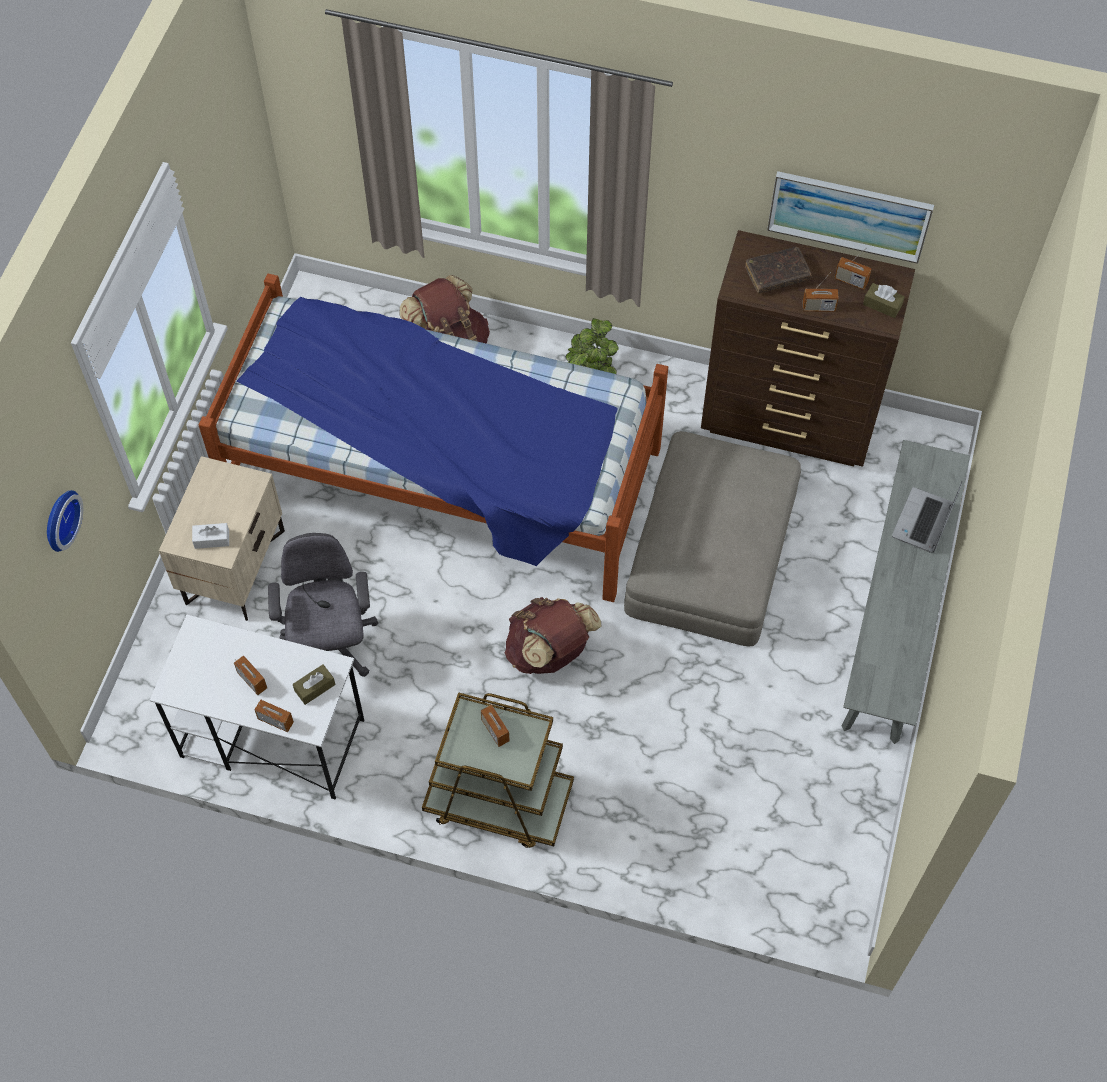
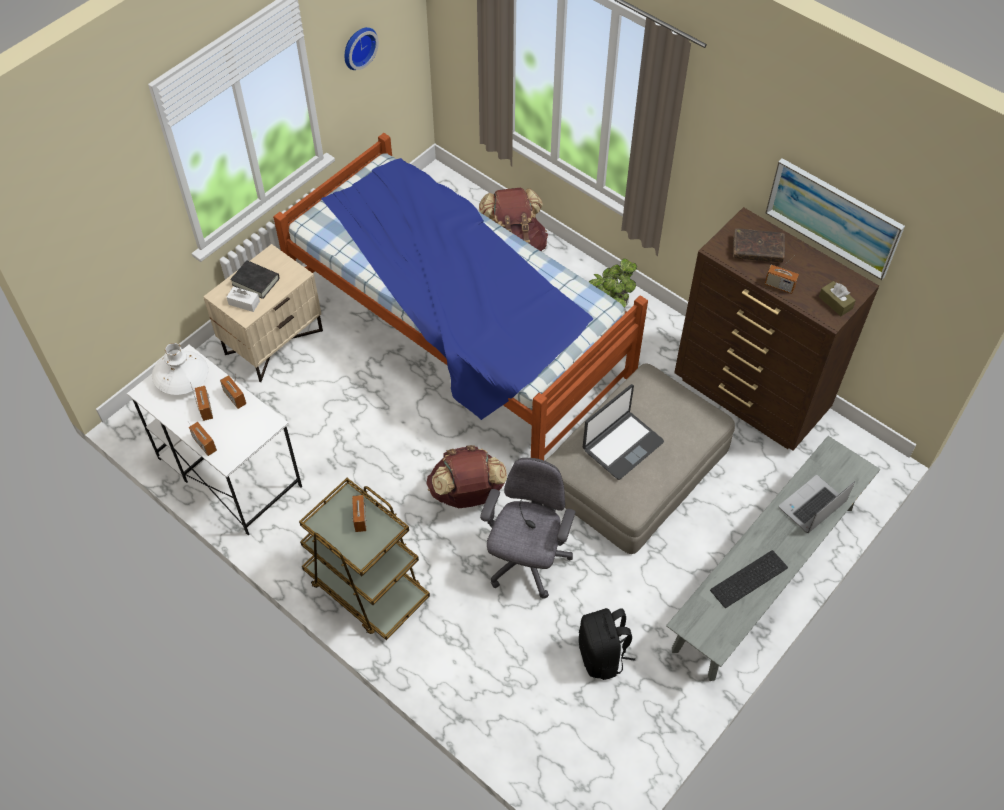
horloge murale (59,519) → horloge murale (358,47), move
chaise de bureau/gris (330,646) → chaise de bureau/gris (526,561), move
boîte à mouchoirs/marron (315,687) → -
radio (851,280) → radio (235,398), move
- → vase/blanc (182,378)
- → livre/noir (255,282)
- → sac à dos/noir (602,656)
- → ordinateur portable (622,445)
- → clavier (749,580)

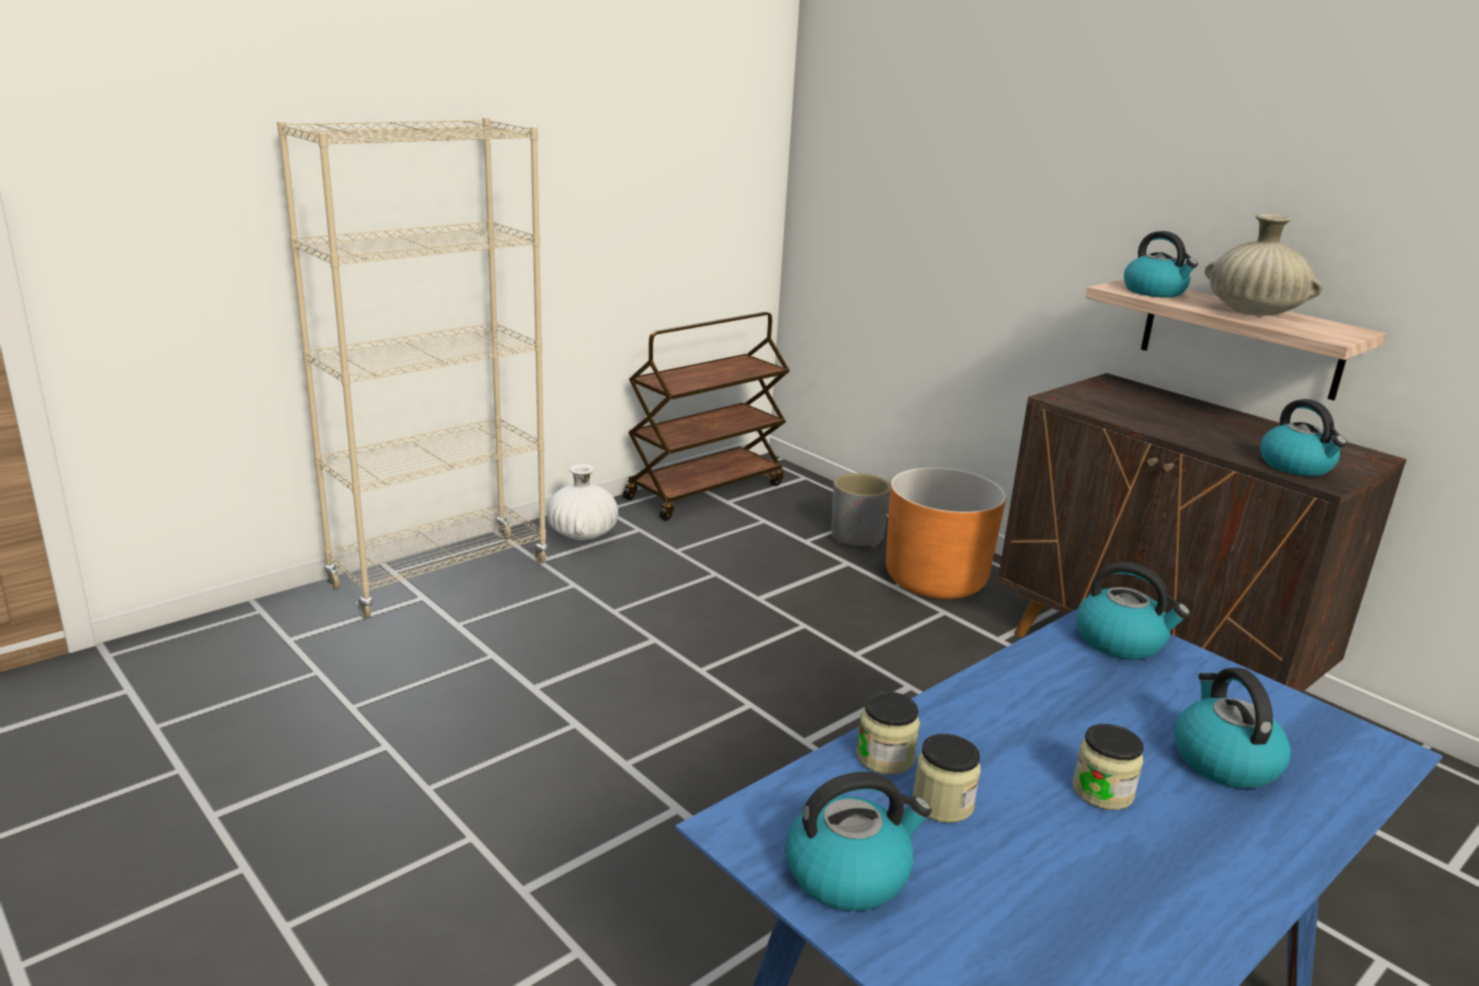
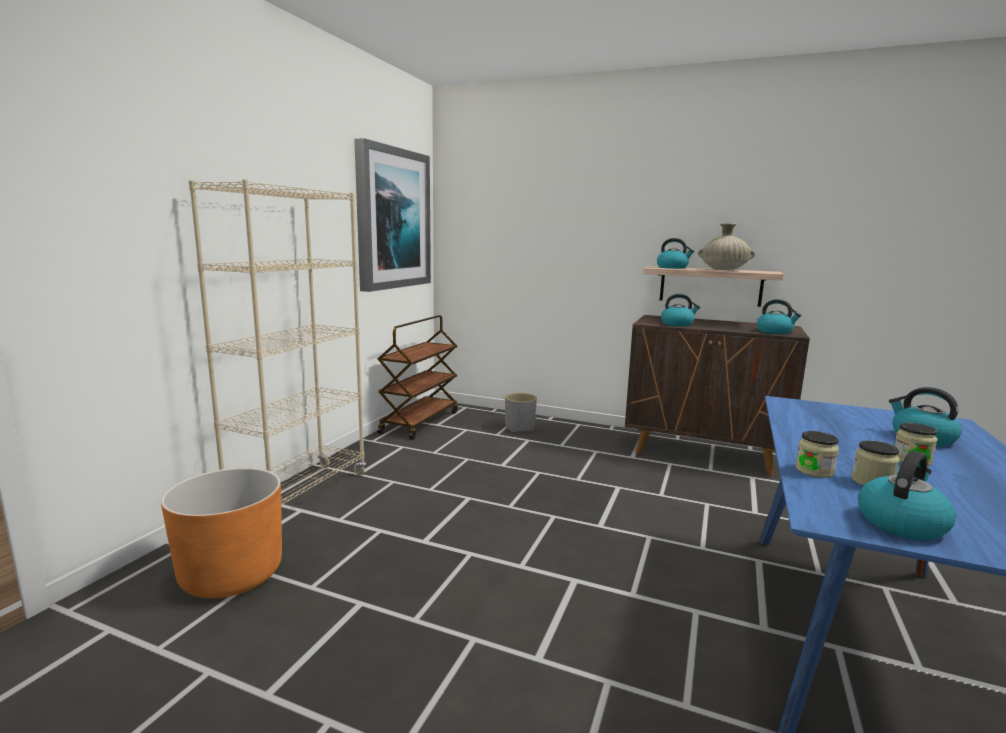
vase/blanc (582,534) → -
cache-pot/orange (935,580) → cache-pot/orange (231,574), move
bouilloire (1121,641) → bouilloire (677,324), move
- → tableau (392,219)

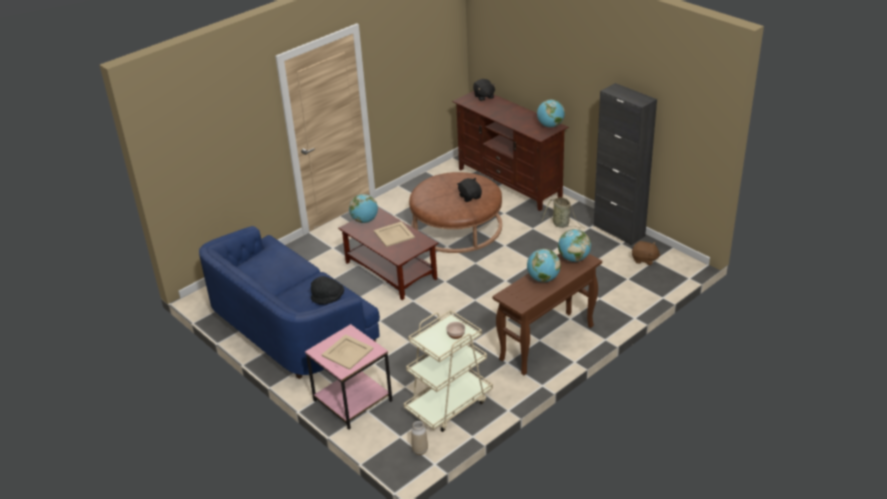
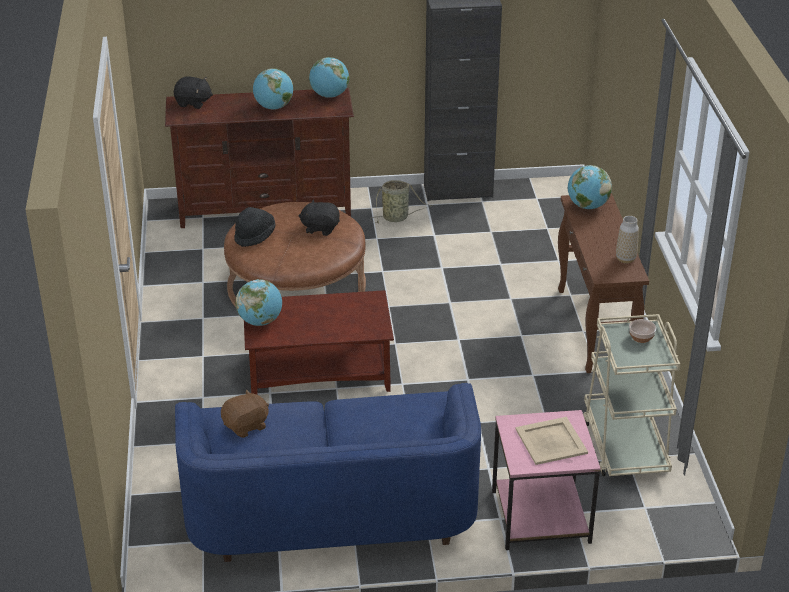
chapeau/noir (328,298) → chapeau/noir (255,236), move
plateau/beige (393,234) → -
vase (420,450) → vase (625,259), move
globe (543,279) → globe (273,107), move
peluche/marron (644,260) → peluche/marron (246,426), move

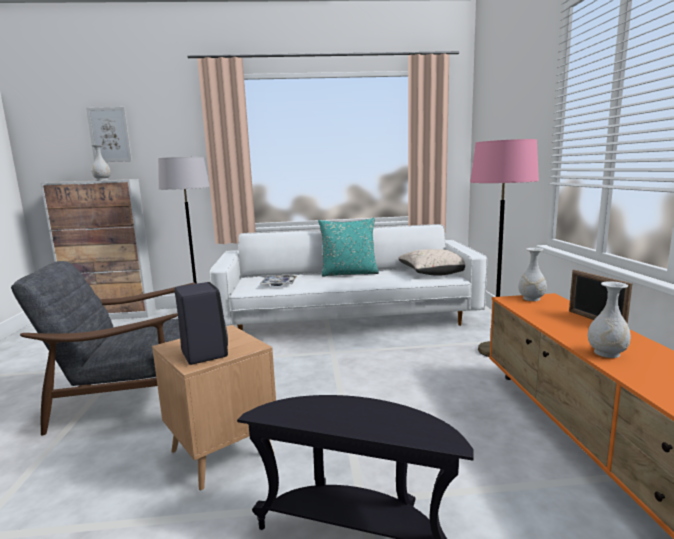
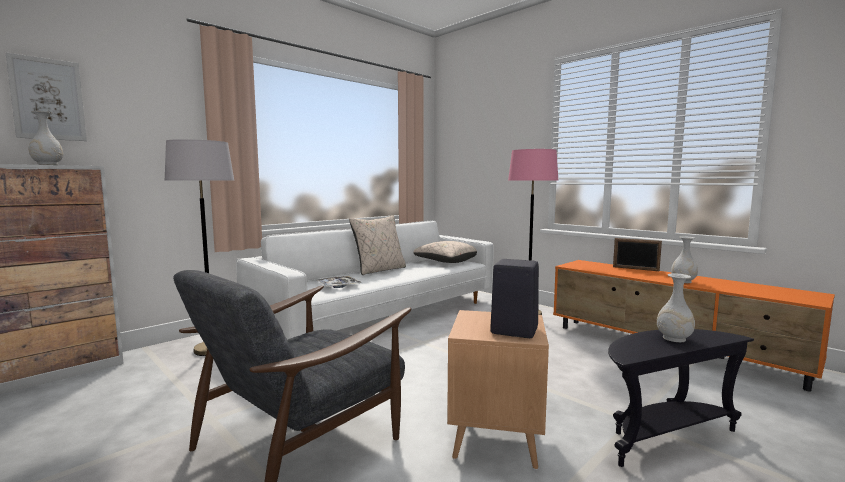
coussin/turquoise (349,273) → coussin/beige (379,270)
vase/blanc (531,298) → vase/blanc (673,338), move

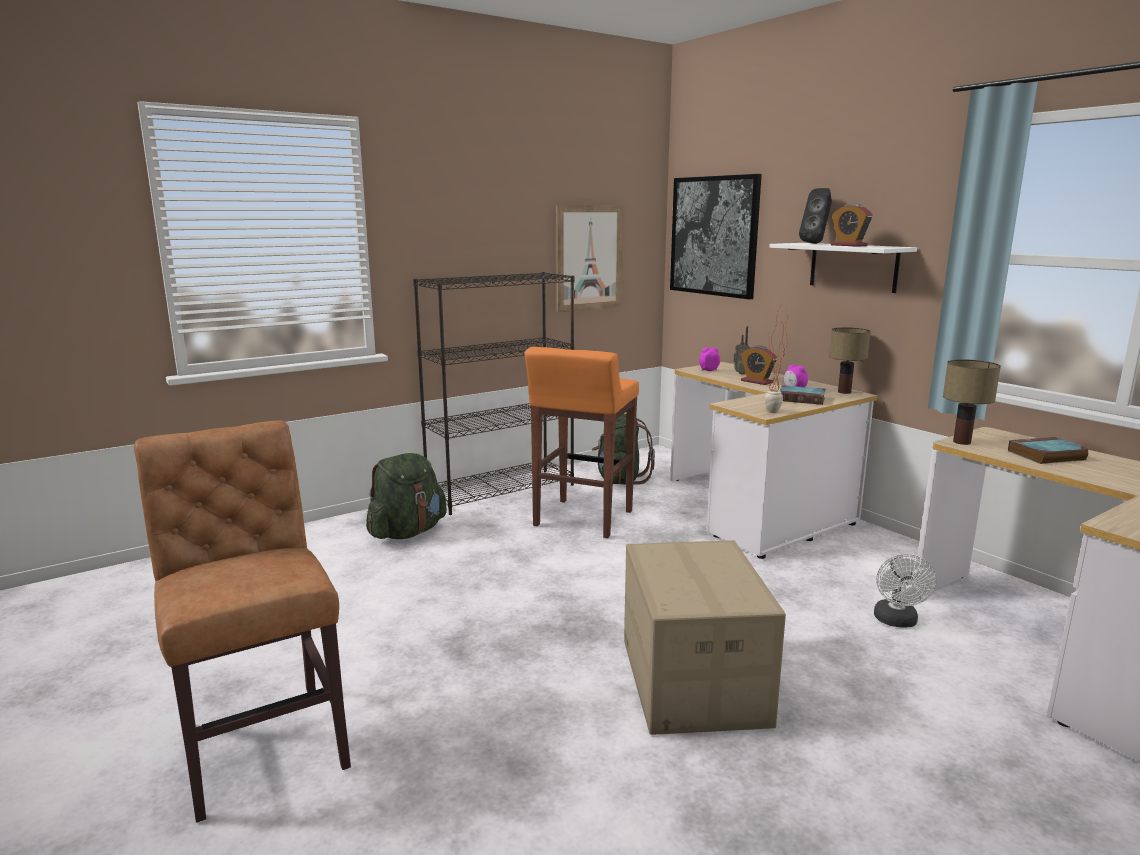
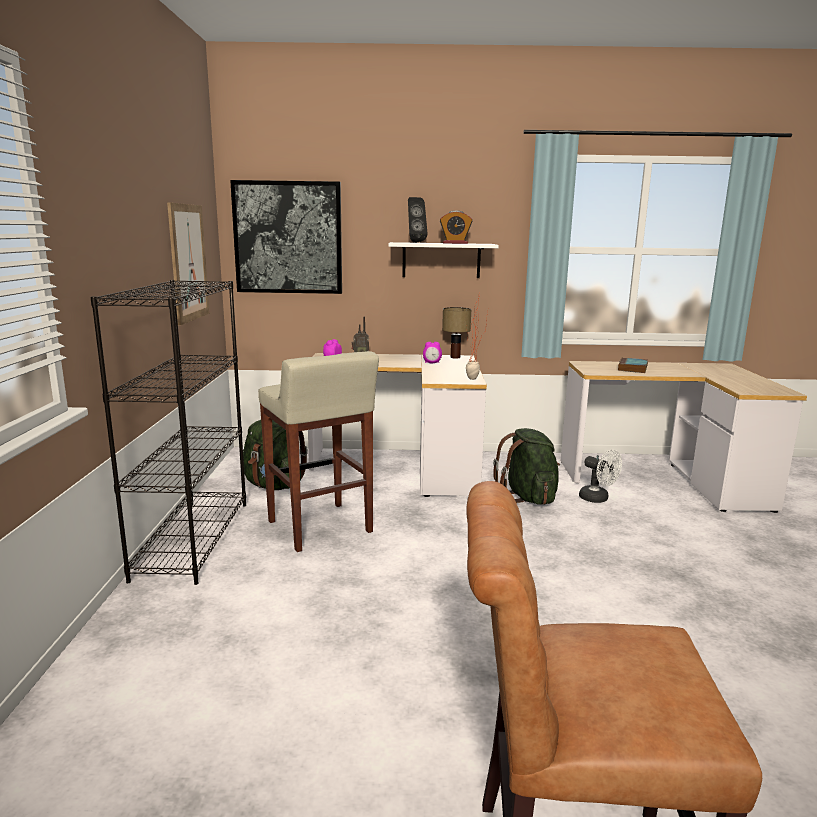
sac à dos/vert (407,532) → sac à dos/vert (528,497), move
tabouret/orange (582,519) → tabouret/beige (320,528)
carton (691,681) → -
réveil (756,381) → -
livre (802,399) → -
lampe de table (960,442) → -

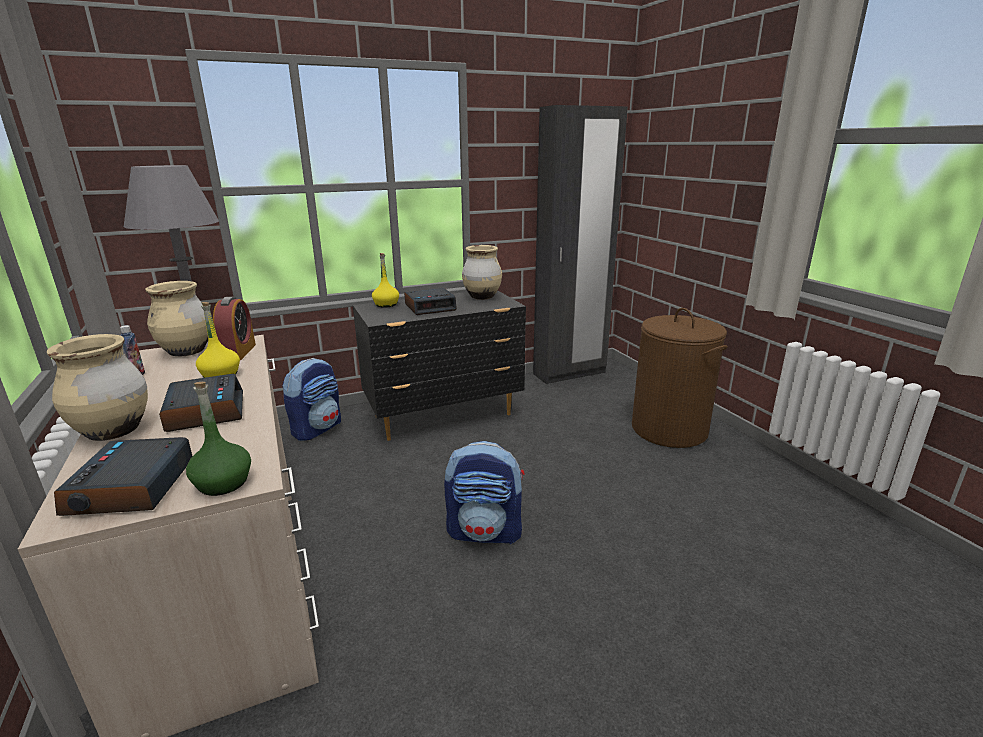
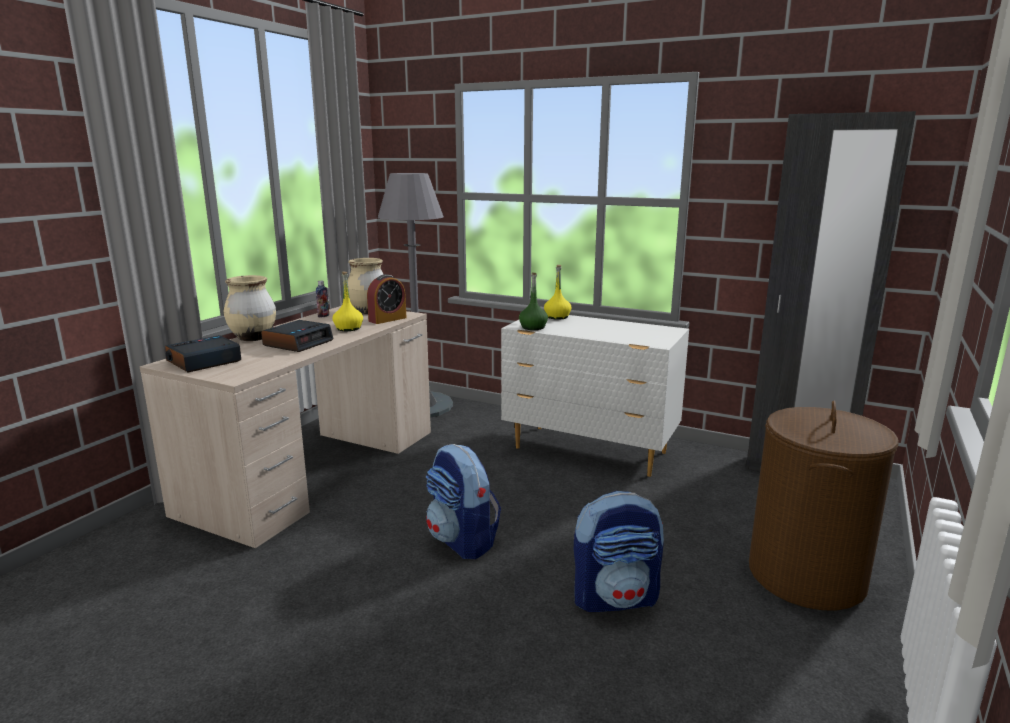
bouteille/vert (223,483) → bouteille/vert (533,327), move
sac à dos (317,428) → sac à dos (616,598), move
commode/noir (445,416) → commode/blanc (591,451)
réveil (430,307) → -
vase/beige (482,297) → -

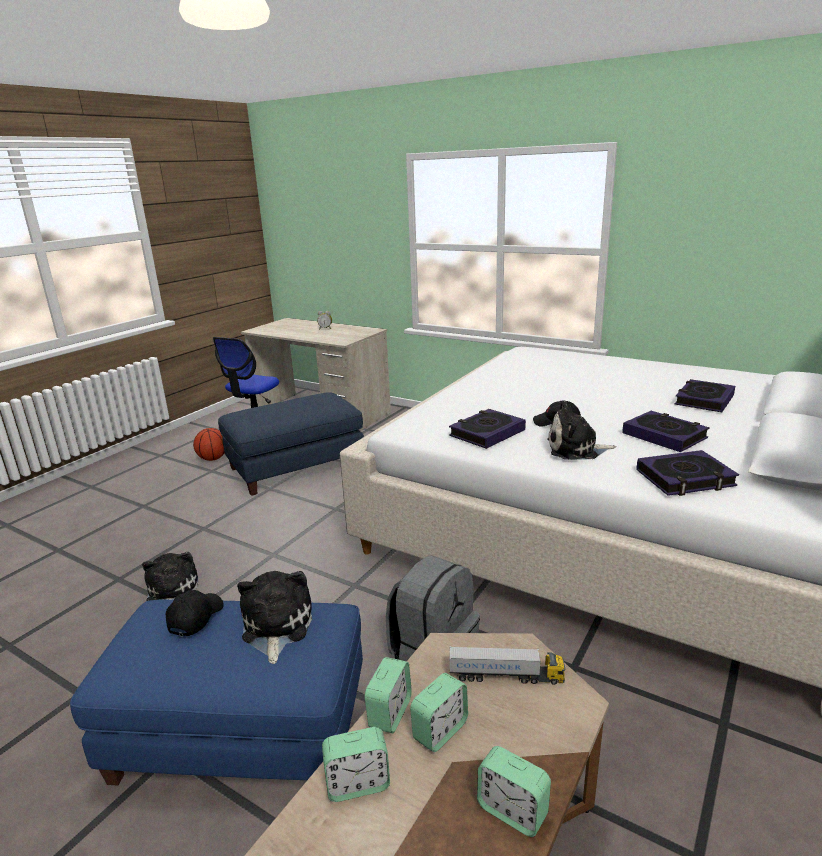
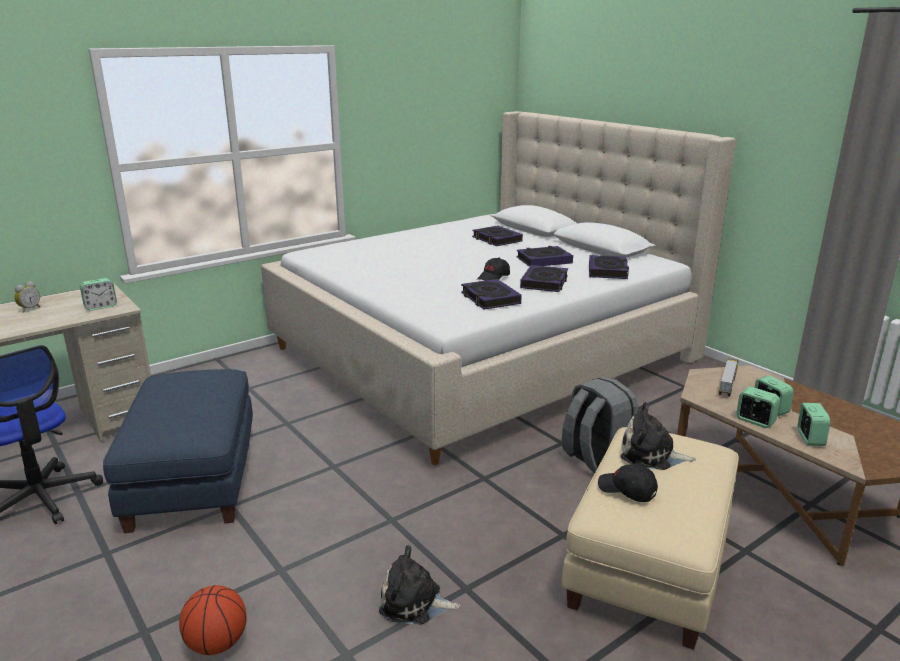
pouf/bleu (241,731) → pouf/beige (649,564)
ballon de basket (213,459) → ballon de basket (217,644), move
réveil (512,810) → réveil (101,306), move
peluche (576,449) → livre (544,283)

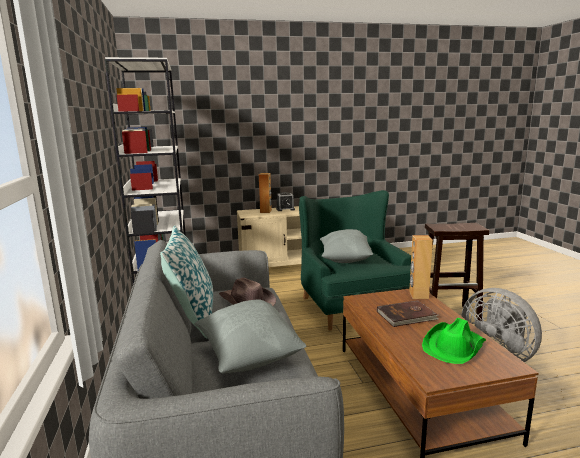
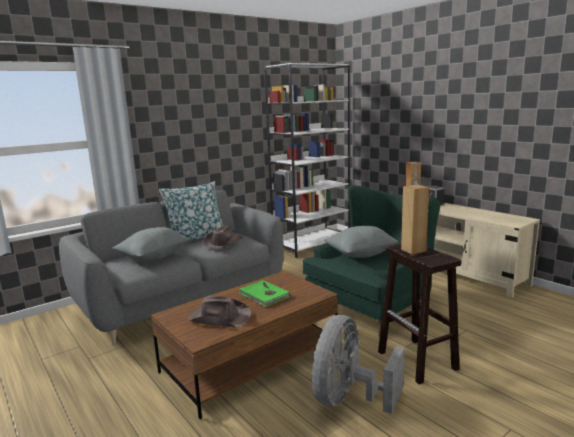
livre/marron (407,316) → livre/vert (264,296)
enceinte/marron (418,295) → enceinte/marron (413,250), move
chapeau/vert (454,346) → chapeau/marron (219,317)

